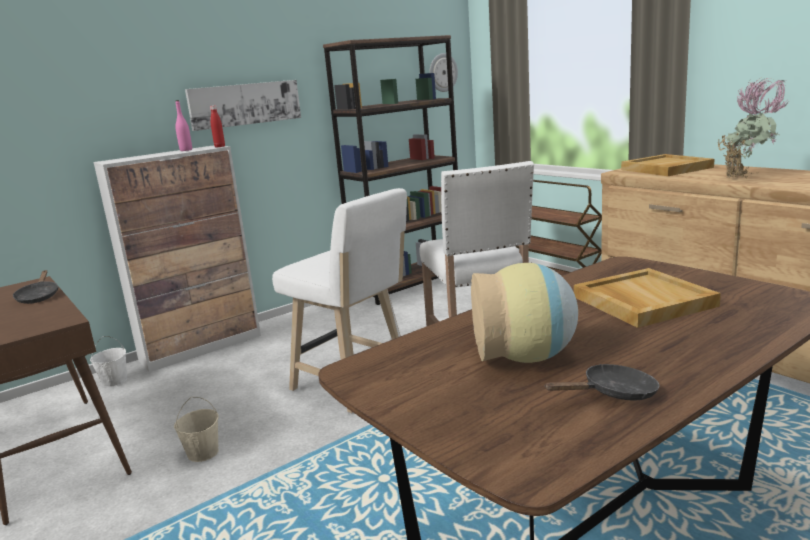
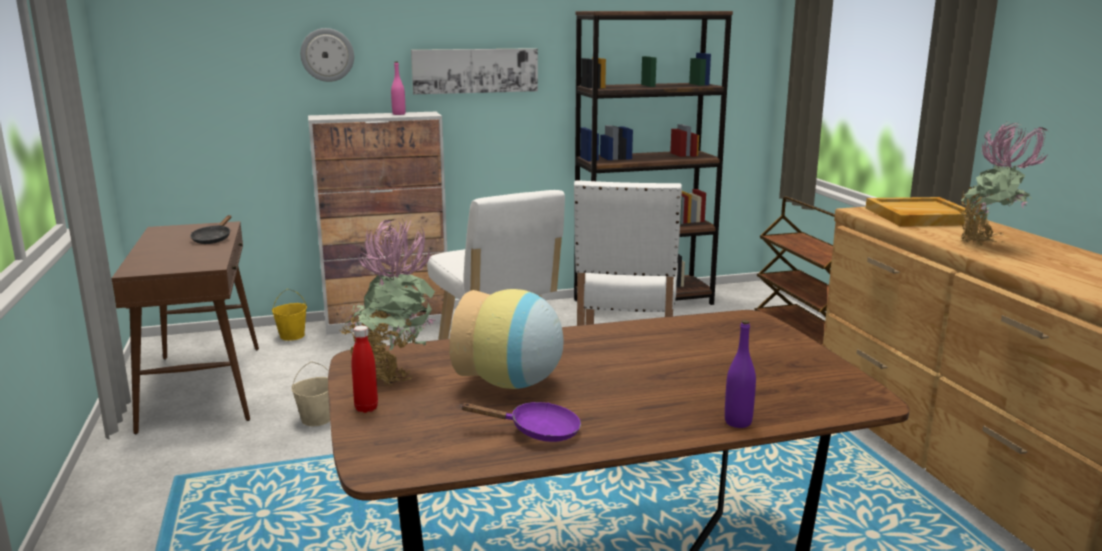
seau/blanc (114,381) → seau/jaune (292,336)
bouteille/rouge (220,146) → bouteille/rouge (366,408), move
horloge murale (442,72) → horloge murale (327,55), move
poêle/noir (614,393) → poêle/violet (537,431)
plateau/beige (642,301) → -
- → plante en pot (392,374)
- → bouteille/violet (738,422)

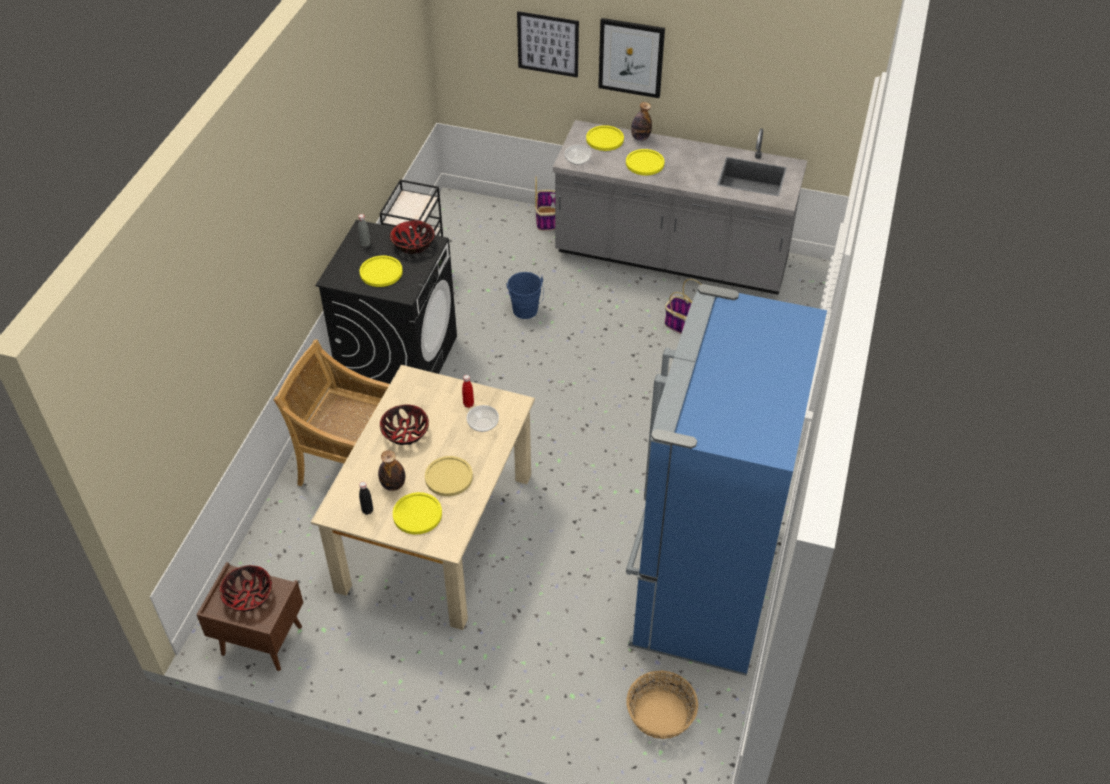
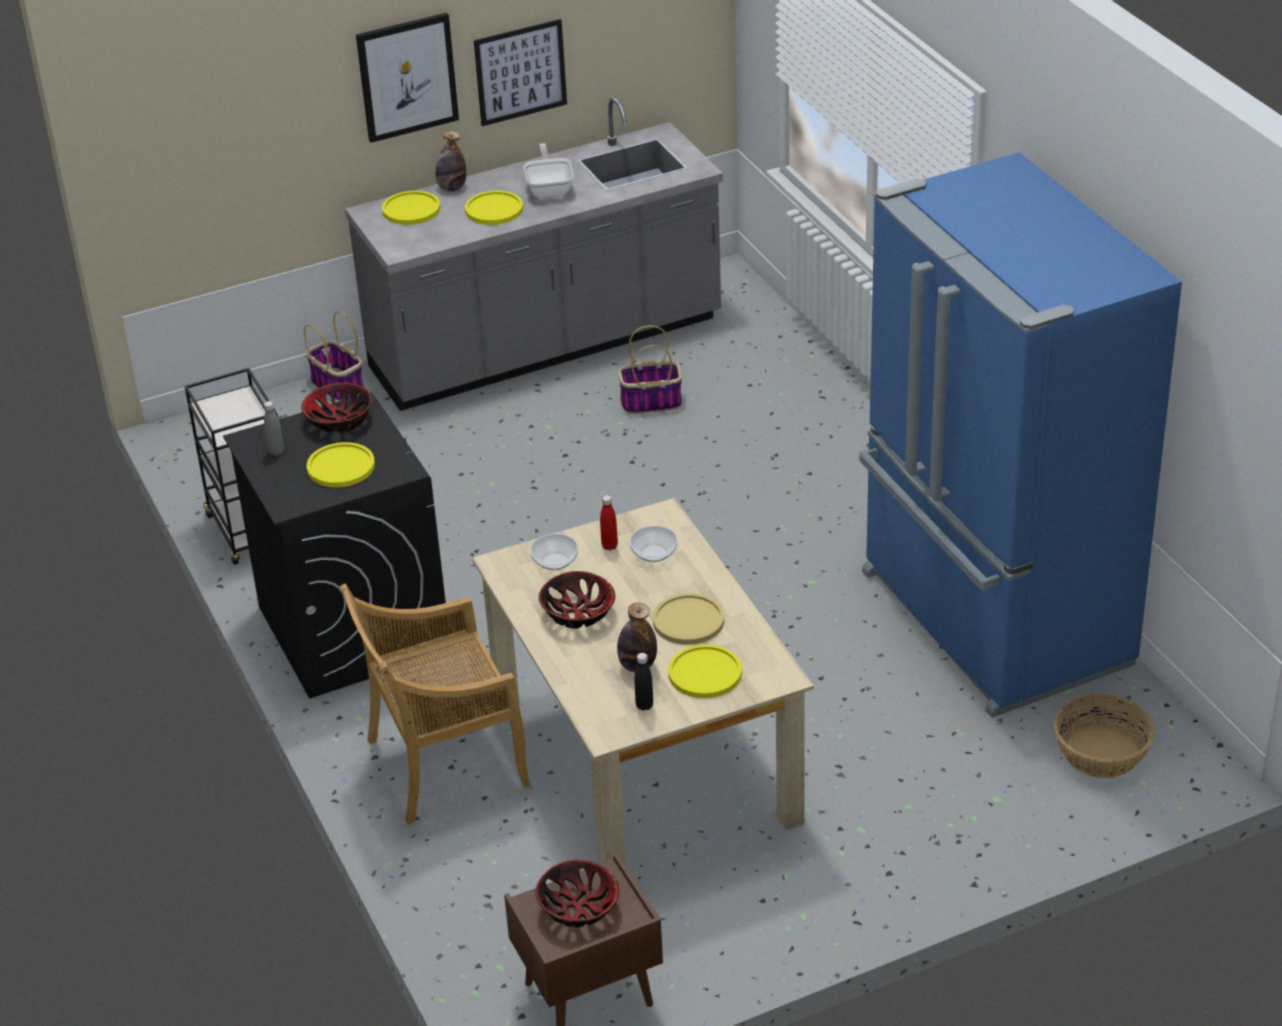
seau/bleu (526,312) → -
tableau (548,44) → tableau (520,72), move
bol (577,160) → bol (554,561), move
- → poêle (550,188)

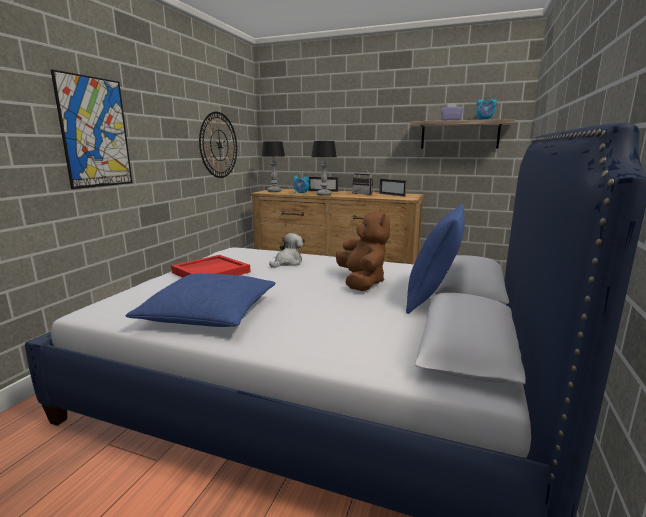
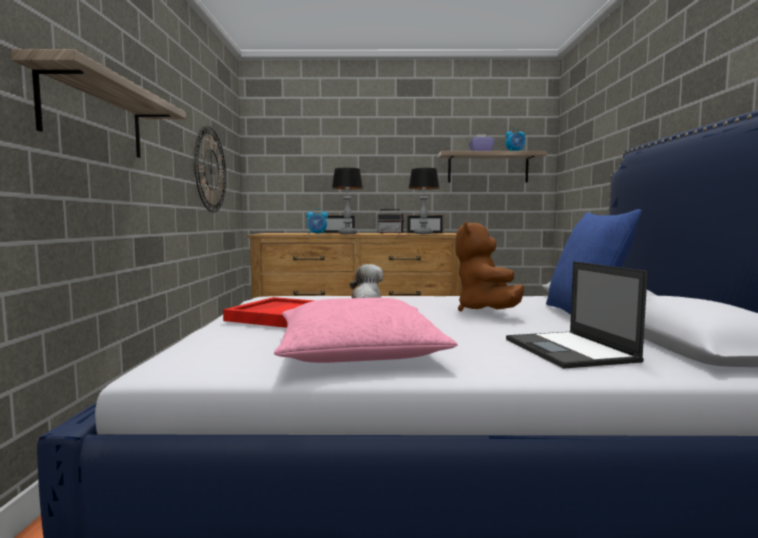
tableau (95,133) → étagère (94,117)
coussin/bleu (209,313) → coussin/rose (359,351)
lampe de table (274,191) → lampe de table (423,233), move
peluche/marron (361,282) → peluche/marron (486,311), 150 degrees counterclockwise
- → ordinateur portable (570,350)

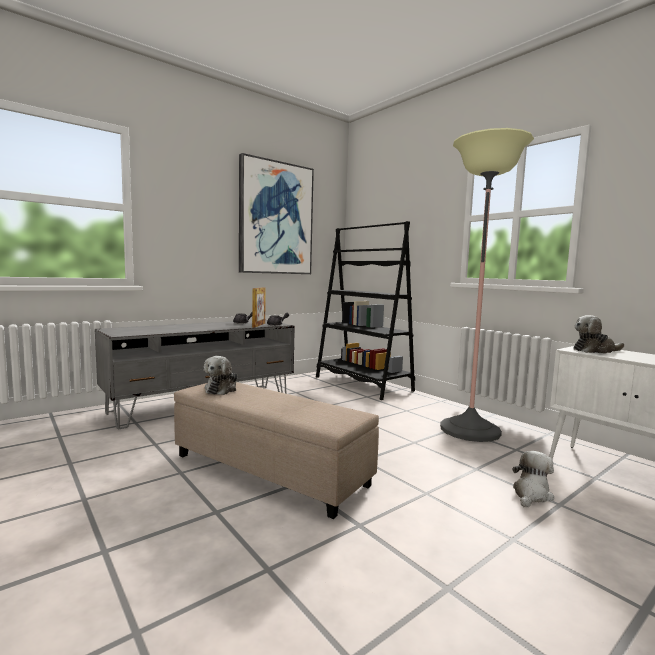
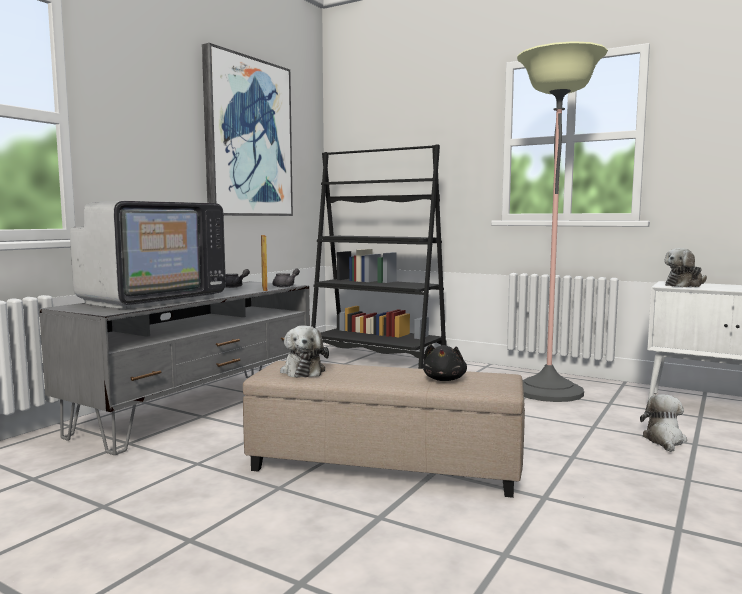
- → téléviseur (153,300)
- → peluche/noir (444,379)

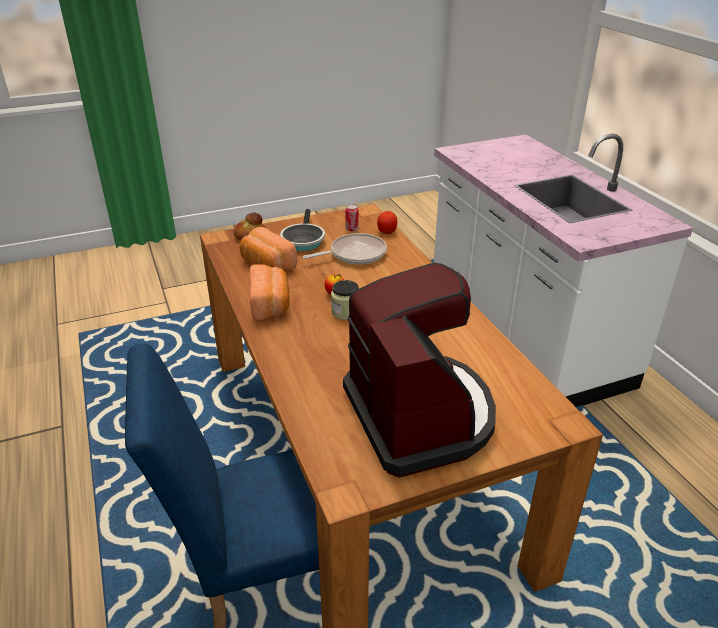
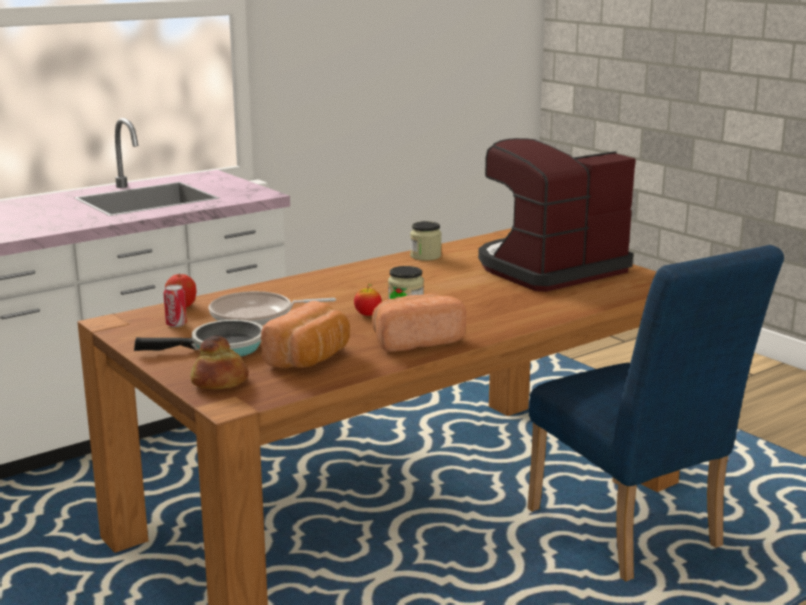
poêle (354,254) → poêle (257,316), 60 degrees counterclockwise
- → bocal (425,256)

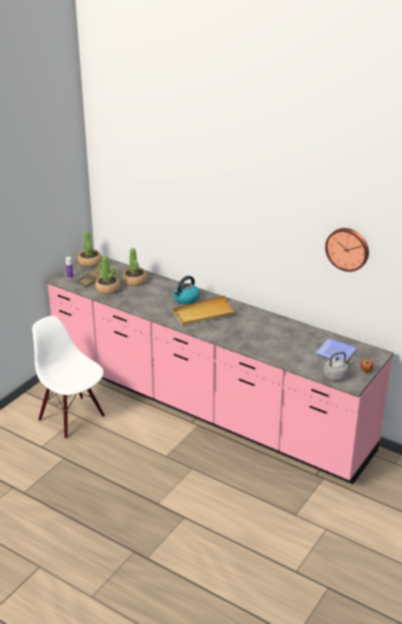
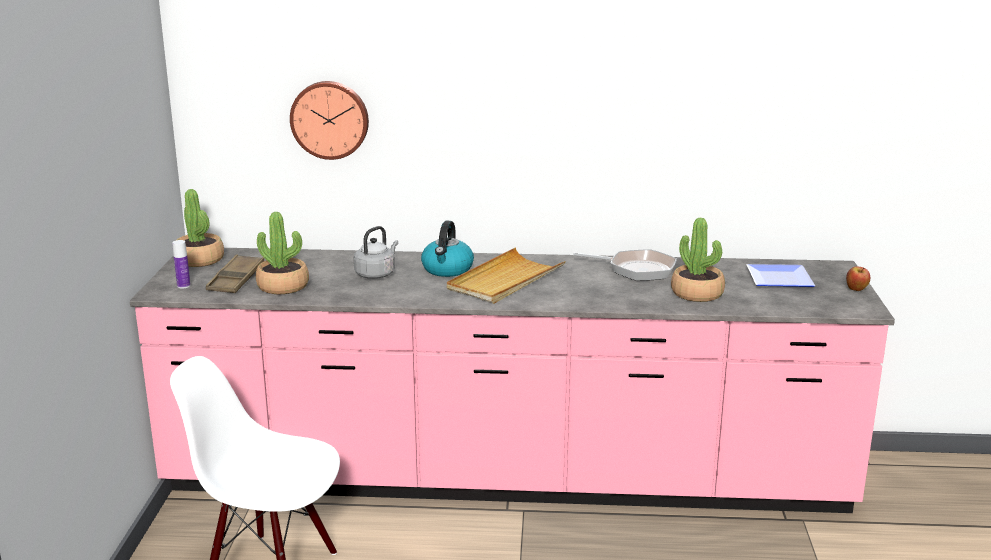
plante en pot (134,281) → plante en pot (697,293), move
bouilloire/gris (336,375) → bouilloire/gris (376,274), move
horloge murale (348,248) → horloge murale (330,119), move
- → poêle (637,270)

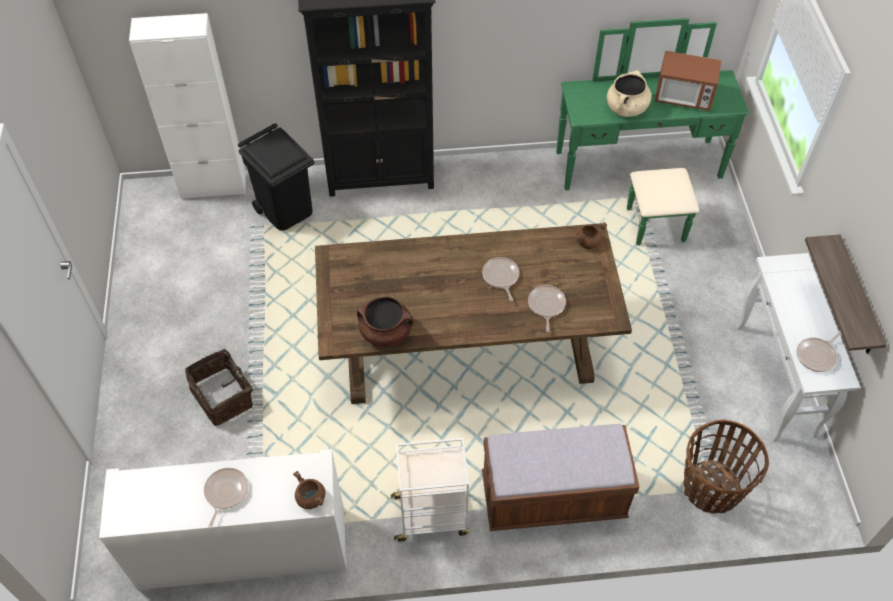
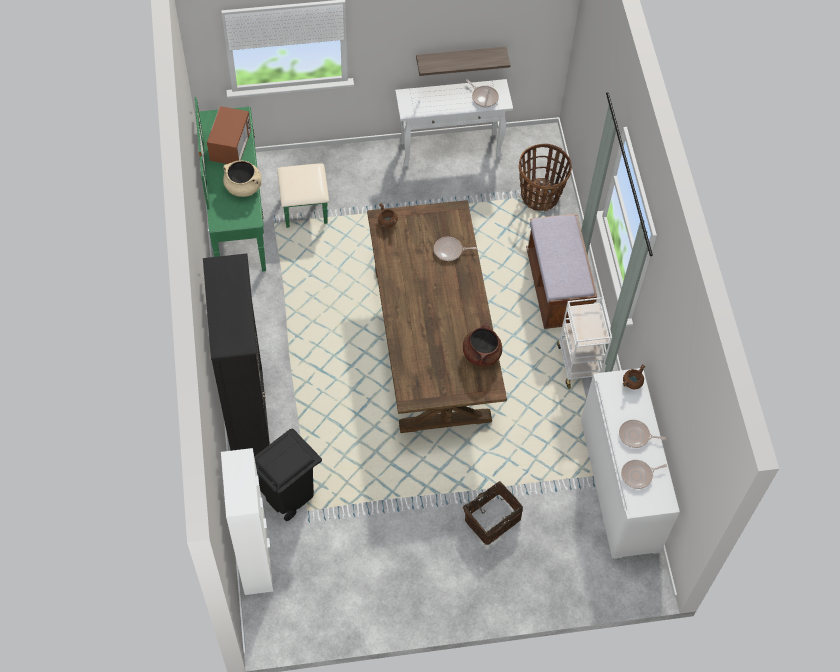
poêle (501,277) → poêle (638,475), move

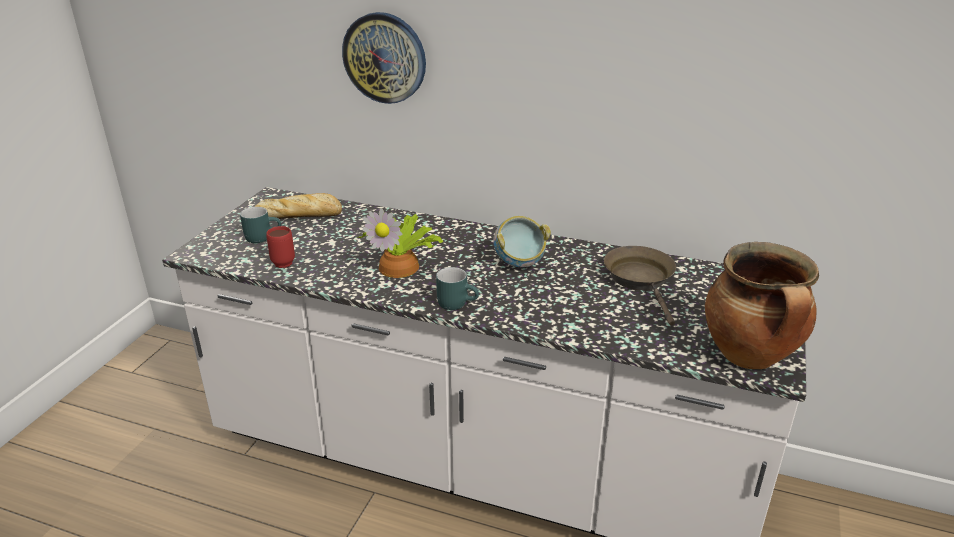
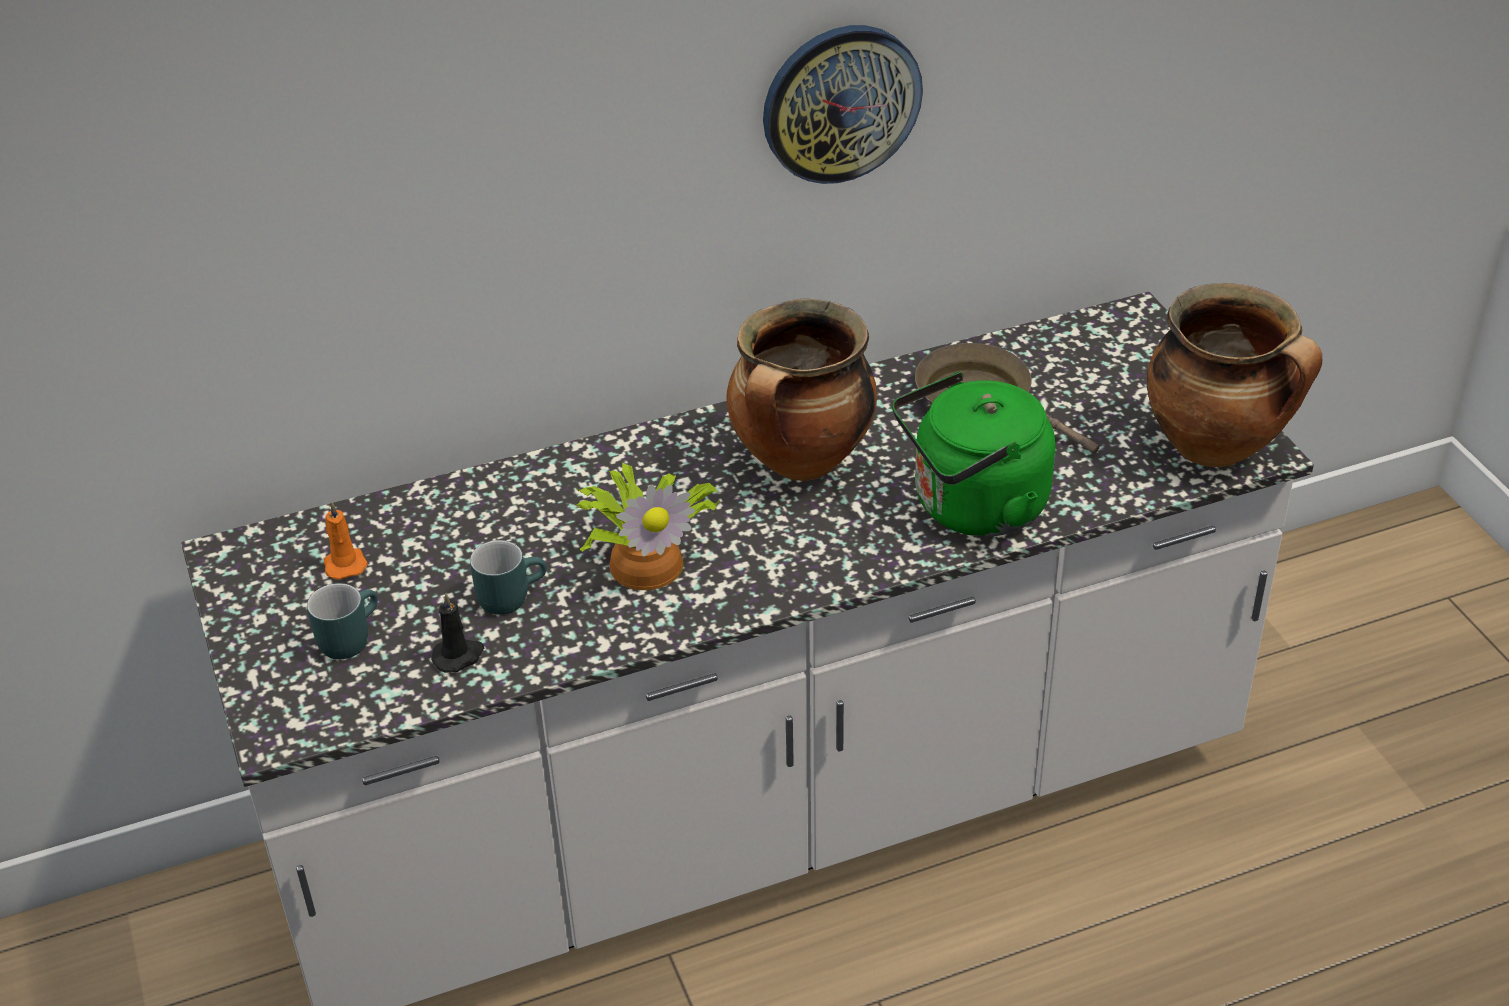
pain (299,215) → bougie/orange (344,563)
mug/rouge (285,261) → bougie/noir (459,656)
horloge murale (385,58) → horloge murale (841,103), move
mug/turquoise (457,303) → mug/turquoise (509,595), move
bol (519,263) → marmite (802,462)
- → bouilloire/vert (973,508)

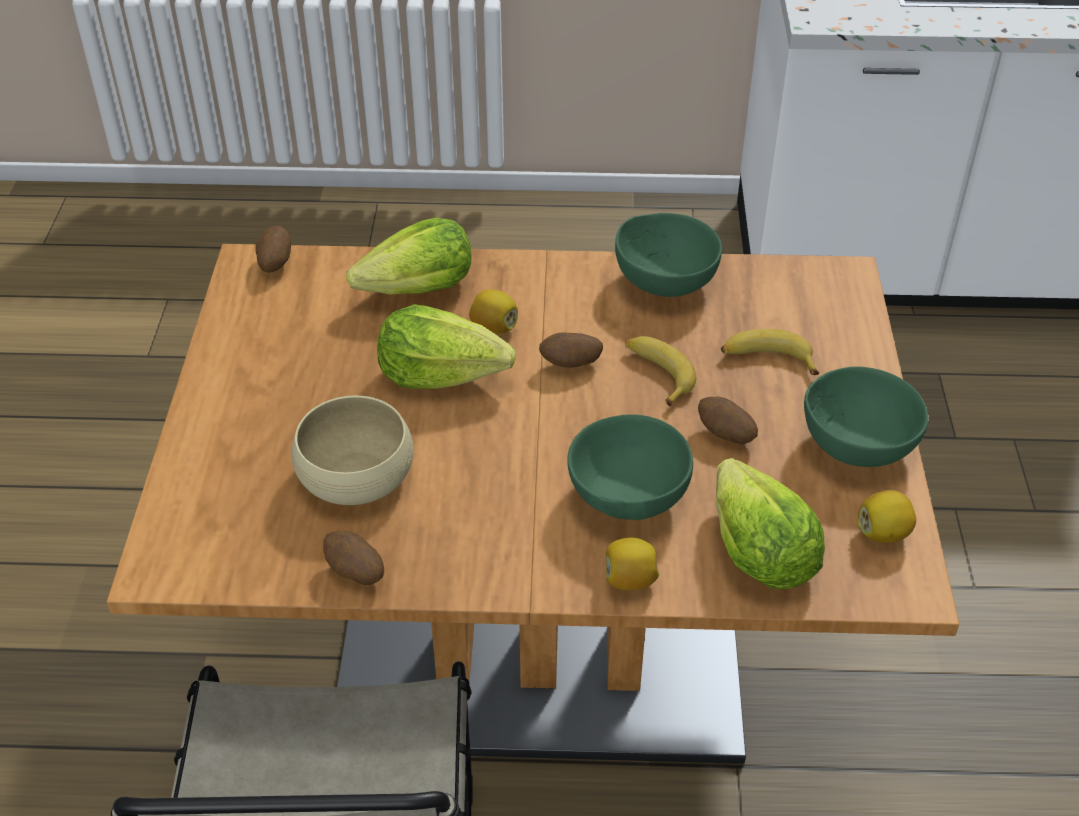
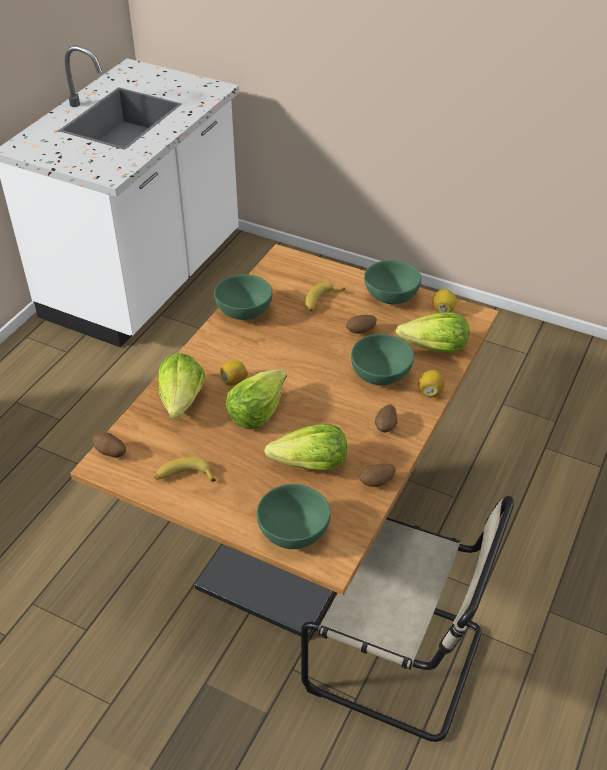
bol/beige (355,475) → laitue (310,464)
pomme de terre (570,364) → pomme de terre (386,427), move
banane (657,374) → banane (184,476), move
- → bol/vert (291,532)

